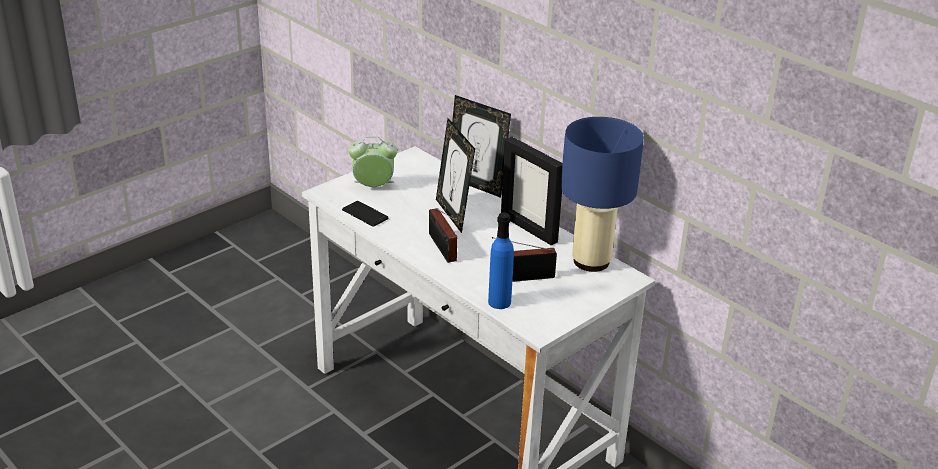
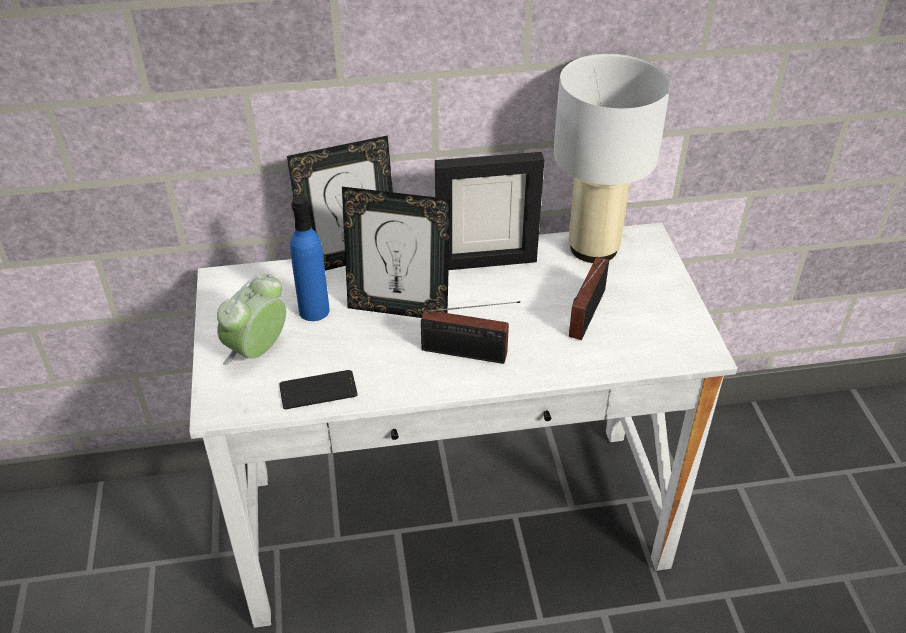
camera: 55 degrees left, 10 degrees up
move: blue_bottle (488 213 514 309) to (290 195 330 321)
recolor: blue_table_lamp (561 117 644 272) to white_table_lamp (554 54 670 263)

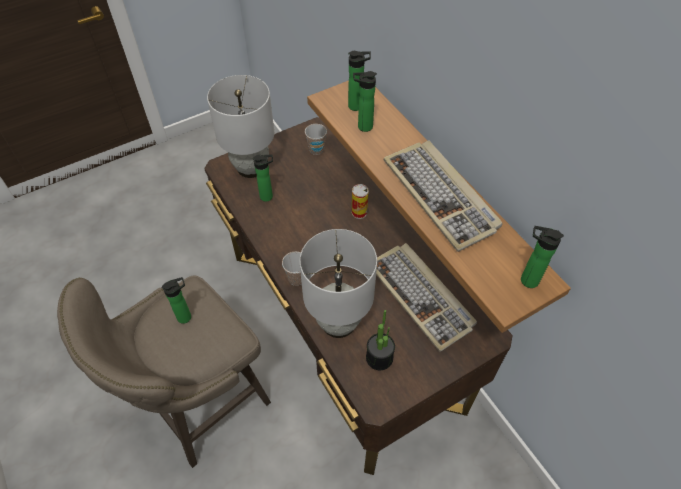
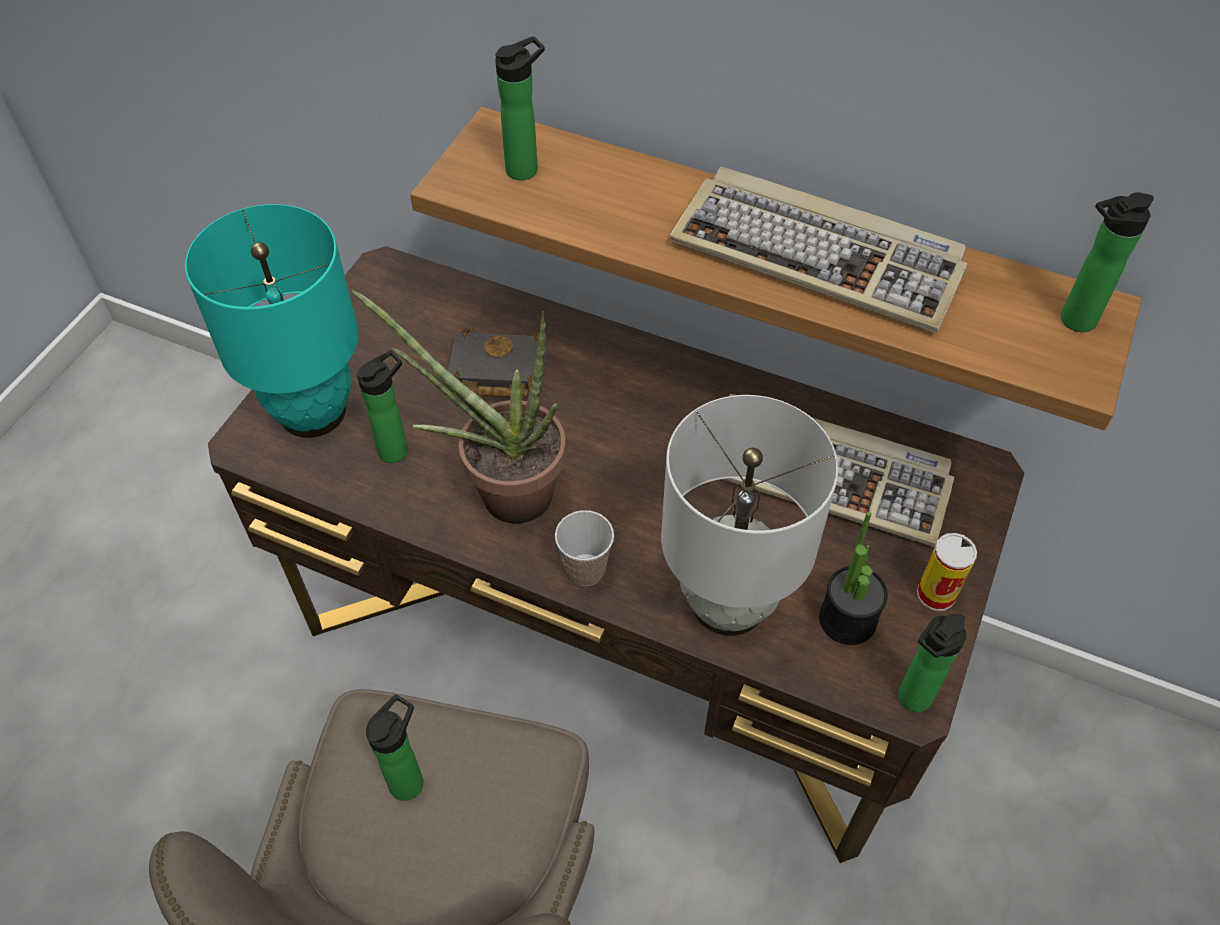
camera: 35 degrees left, 0 degrees up
delete: cup (305 124 327 155)
insert: potted_plant (352 290 566 524); black_book (448 328 548 398)
move: bottle (353 71 377 132) to (898 614 966 712); can (352 184 369 219) to (917 533 977 611)
recolor: white_table_lamp (207 75 274 178) to turquoise_table_lamp (185 204 359 438)

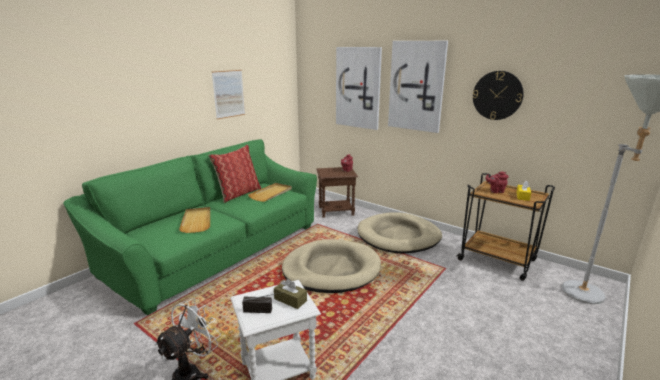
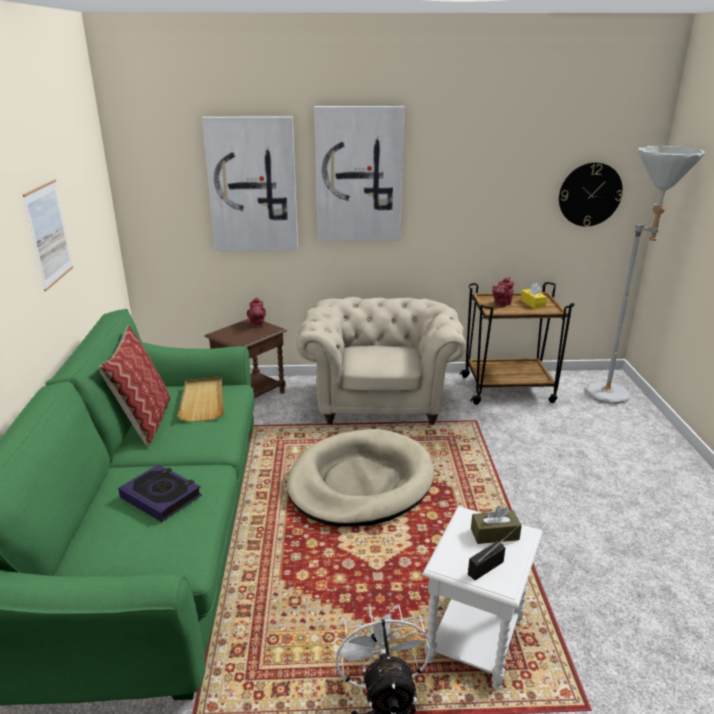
camera: 40 degrees left, 5 degrees up
move: wall_clock (473 71 524 120) to (559 162 623 226)
replace: beige_tray (179 207 210 233) to book (118 464 202 522); beige_dog_bed (358 212 442 254) to beige_armchair (296 297 466 425)

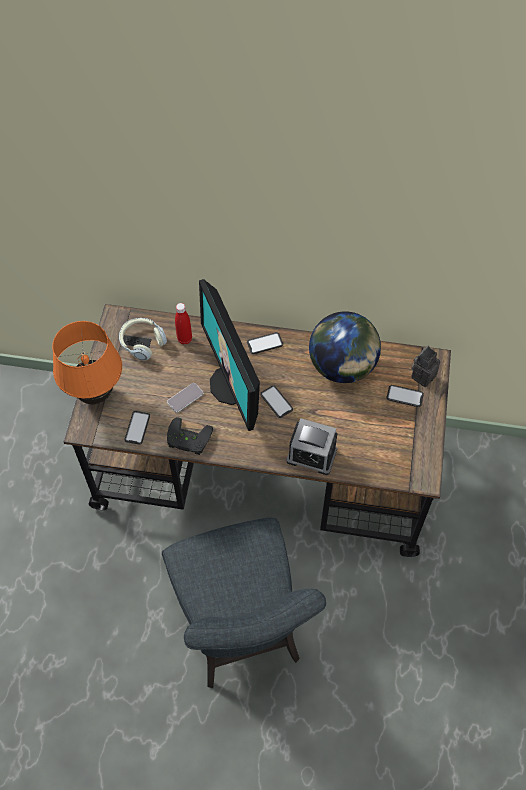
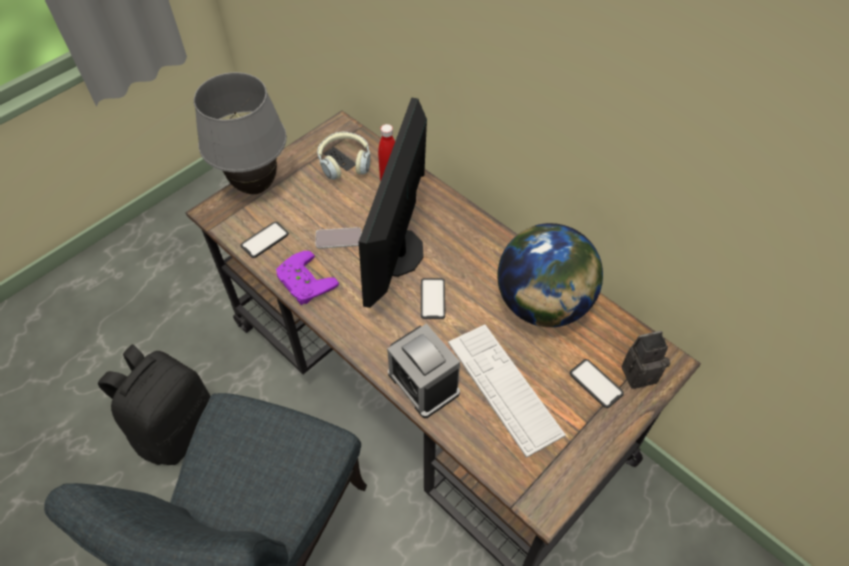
camera: 35 degrees right, 5 degrees down
delete: phone (247 332 283 354)
insert: black_backpack (98 344 211 465); keyboard (448 325 566 458)
recolor: orange_table_lamp (52 321 122 404) to grey_table_lamp (194 72 287 194); black_game_controller (167 417 213 455) to purple_game_controller (276 251 339 305)

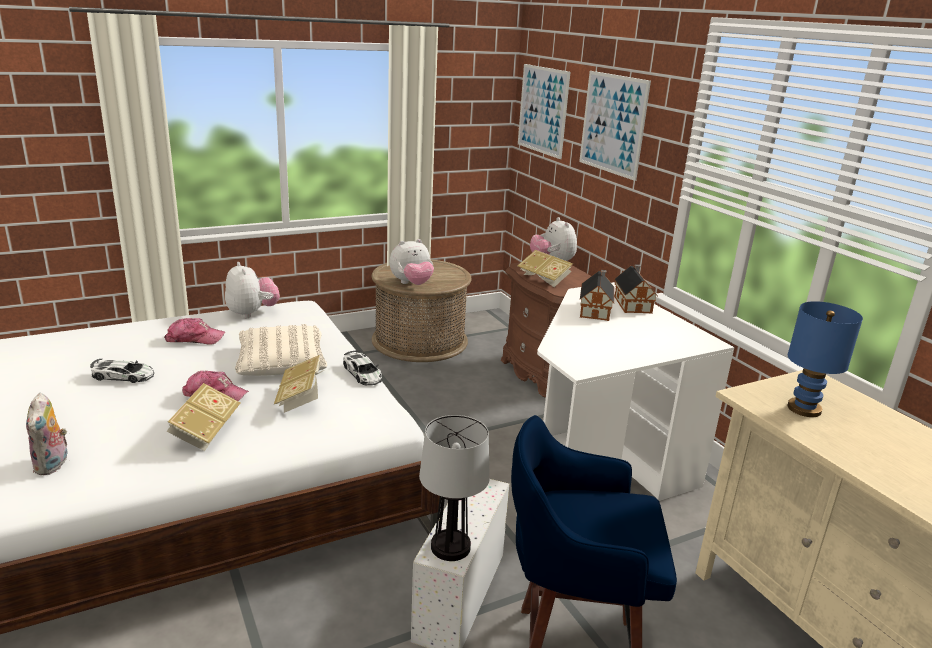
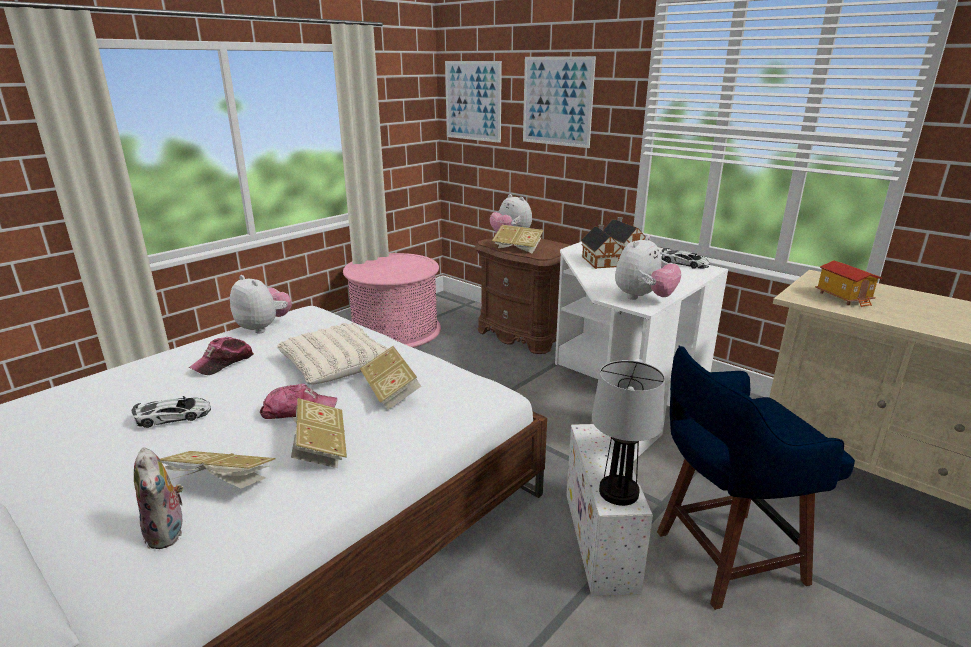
camera: 20 degrees left, 0 degrees up
insert: book (160 451 276 488)
move: plush_toy (390 239 434 285) to (615 236 682 300); toy_car (343 350 382 386) to (661 248 710 269)
replace: blue_table_lamp (787 301 863 417) to toy_house (815 260 882 307)
recolor: brown_coffee_table (372 259 472 362) to pink_coffee_table (343 253 441 348)
rotate: cap (164 318 225 345) = (189 337 254 375) 150 degrees clockwise

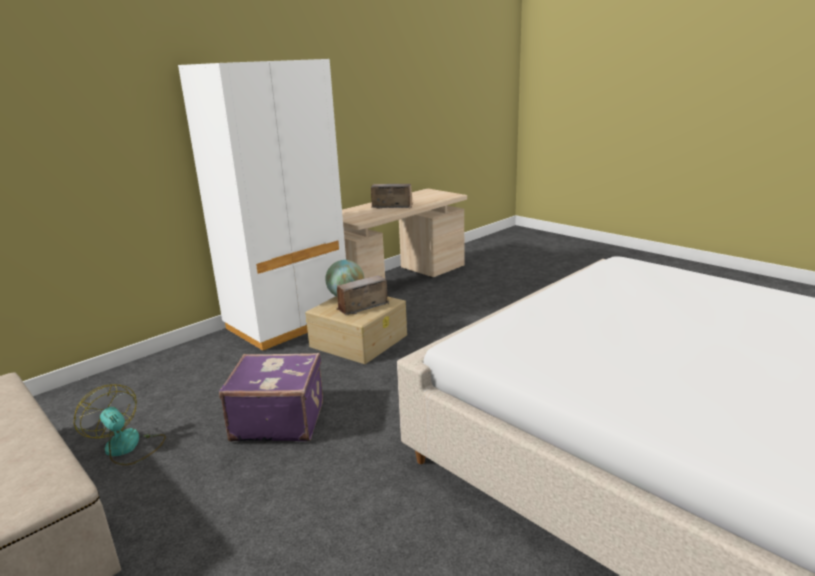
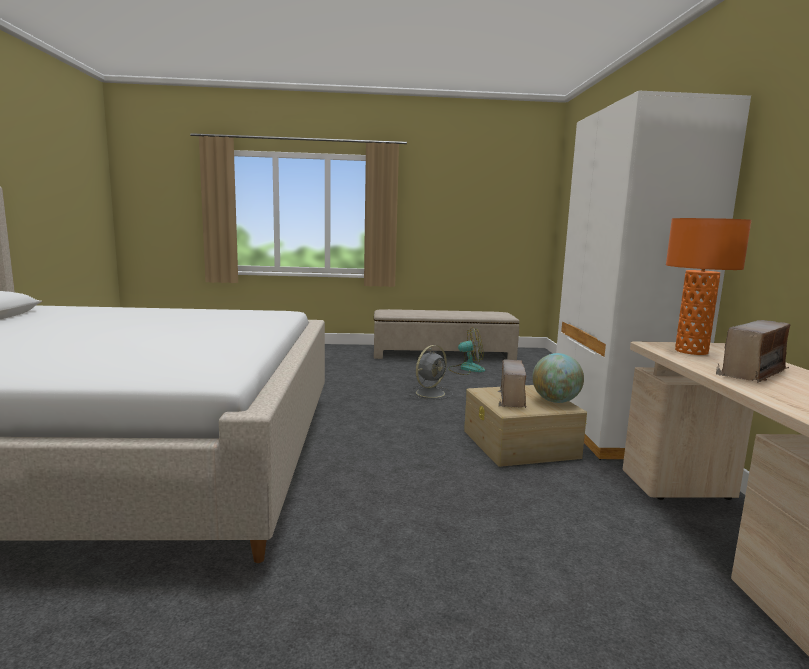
camera: 130 degrees right, 10 degrees down
insert: orange_table_lamp (666 218 751 355)
replace: purple_suitcase (219 353 323 442) to grey_fan (409 345 452 400)

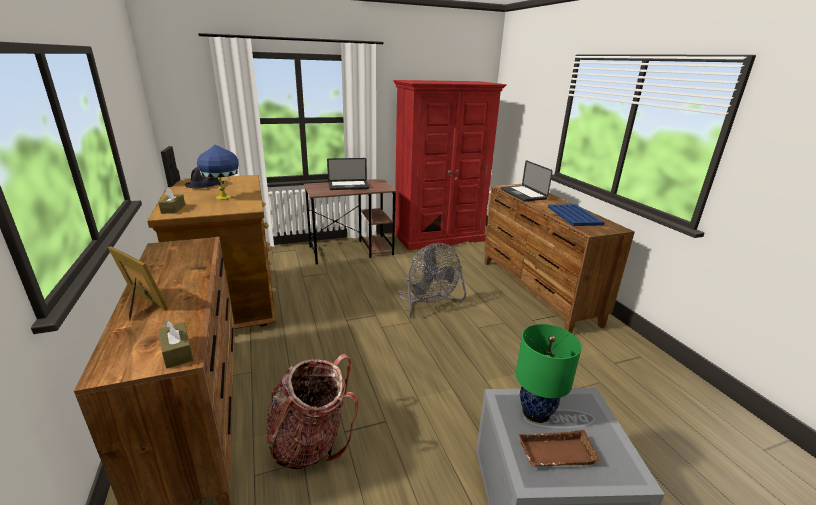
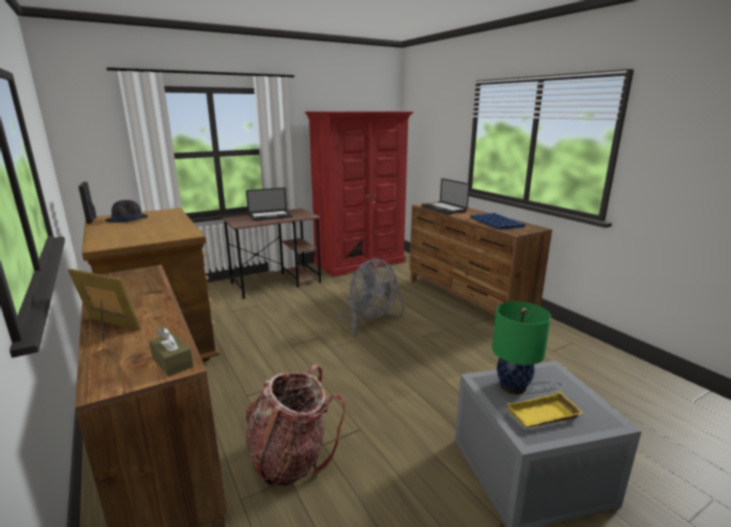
camera: 10 degrees left, 5 degrees down
delete: brown_tissue_box (158 188 185 214); blue_table_lamp (197 145 239 200)
recolor: brown_tray (519 430 601 466) to yellow_tray (507 392 584 428)

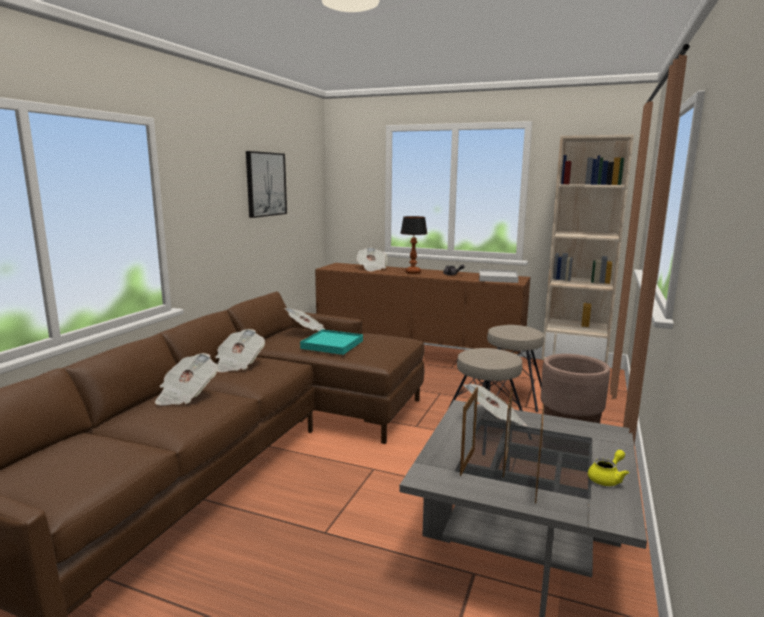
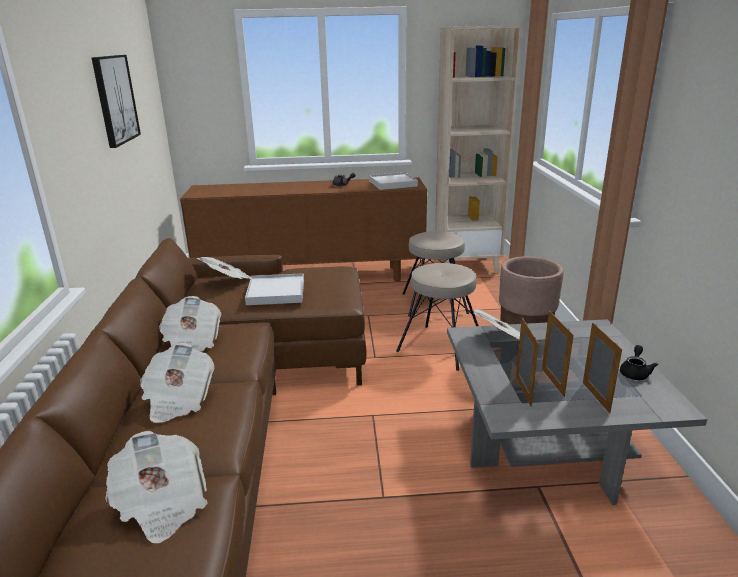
camera: 25 degrees left, 10 degrees up
delete: table_lamp (400 216 427 274)
move: newspaper (356 247 387 271) to (105 431 207 543)
recolor: turquoise_tray (300 329 363 355) to white_tray (245 273 304 305); yellow_teapot (588 450 629 486) to black_teapot (620 345 658 380)

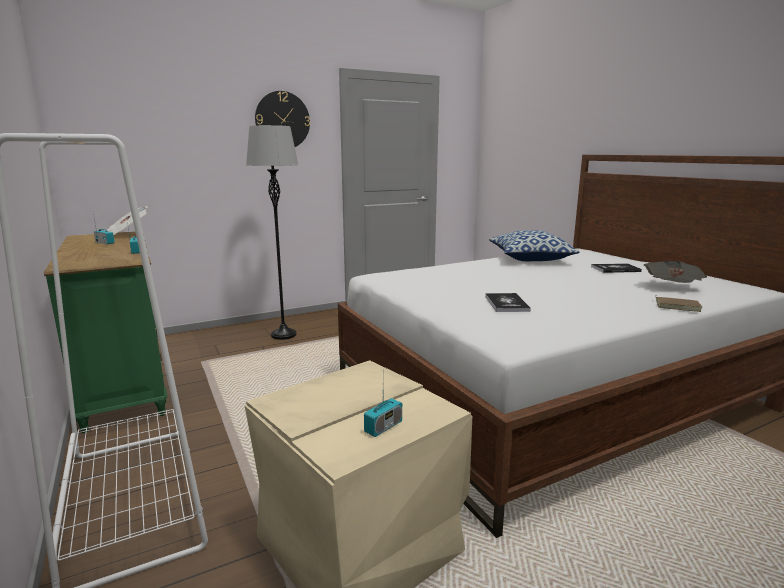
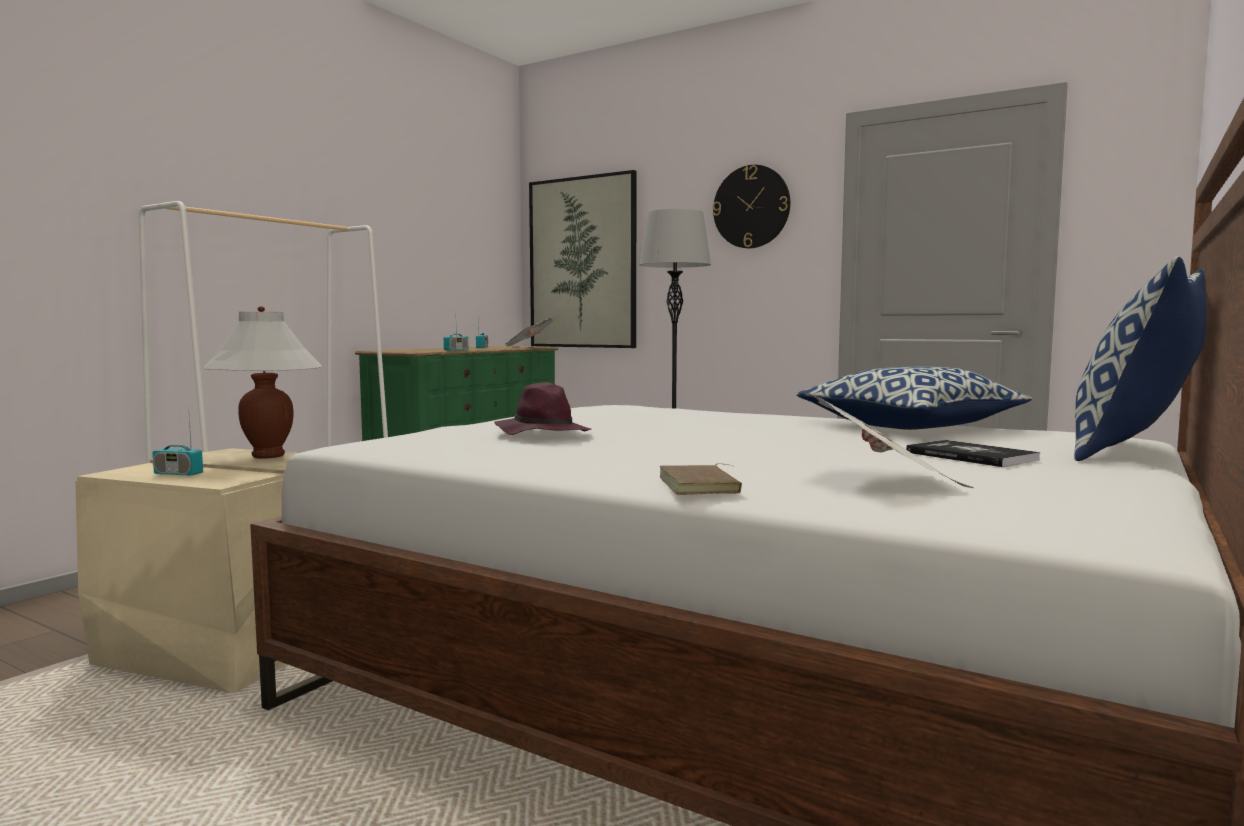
camera: 60 degrees right, 10 degrees down
insert: white_table_lamp (203 306 323 458); picture (529 170 637 348); pillow (1074 256 1207 461)
replace: book (485 293 531 312) to purple_hat (494 382 592 435)

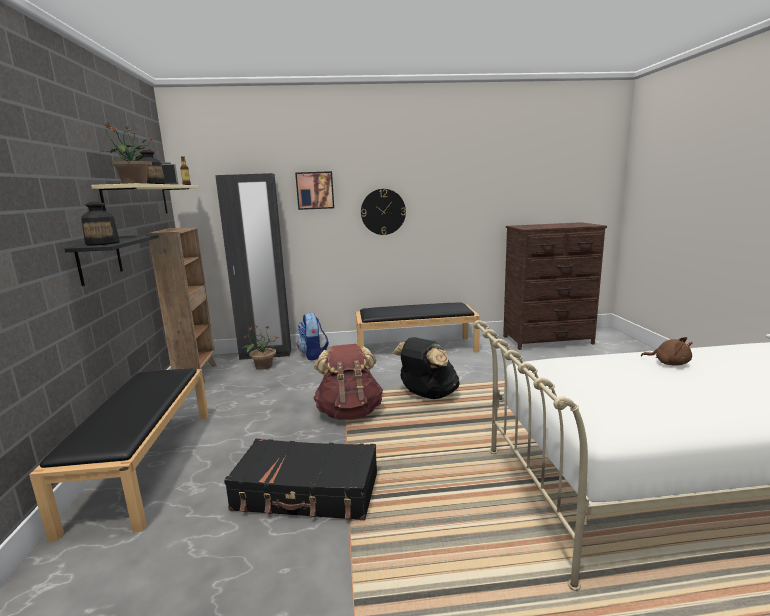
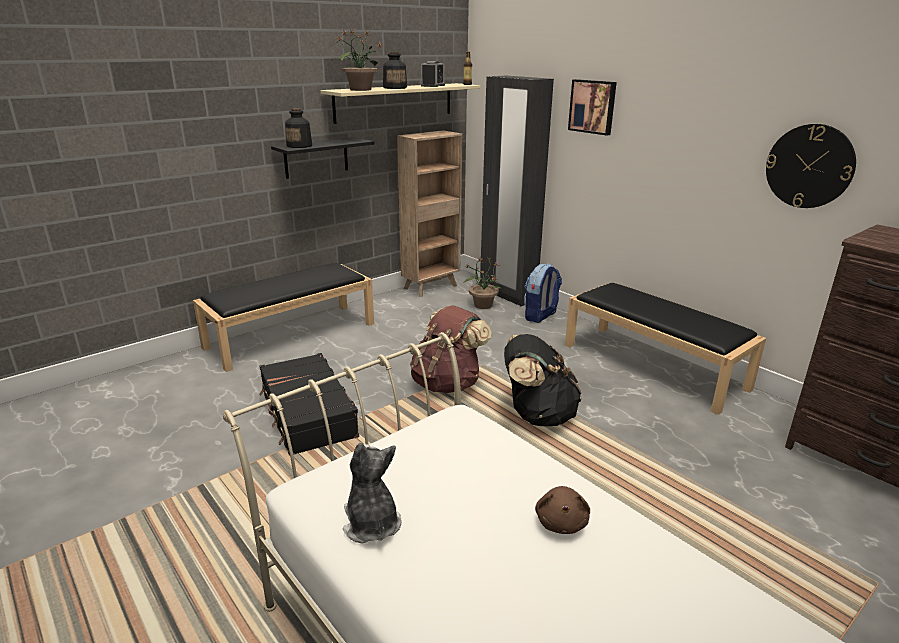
camera: 55 degrees right, 10 degrees up
insert: plush_toy (343 443 402 544)
move: wall_clock (361 189 406 235) to (766 124 856 208)

